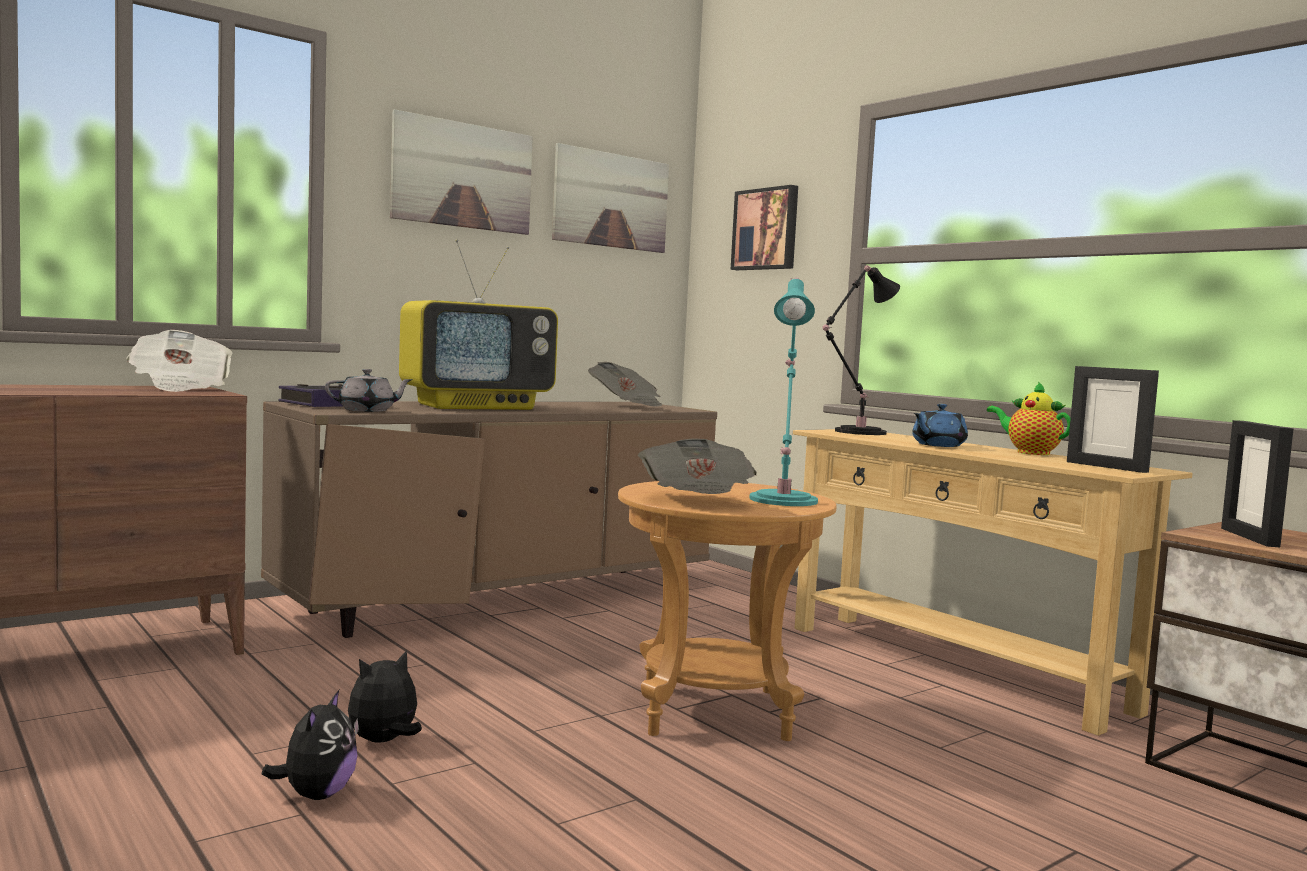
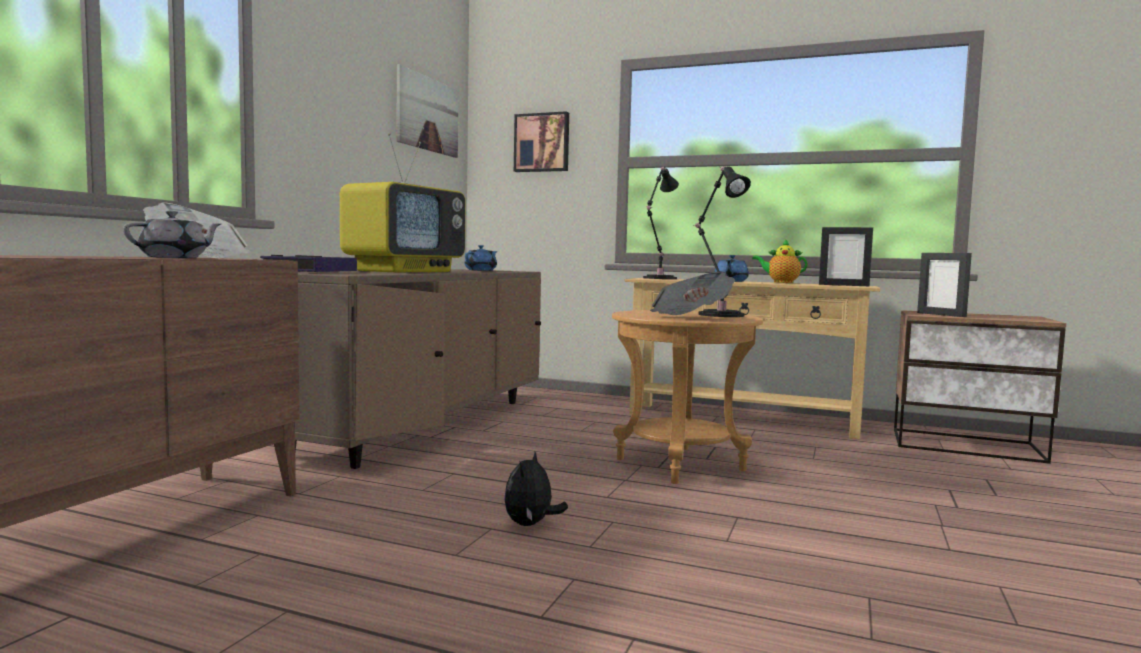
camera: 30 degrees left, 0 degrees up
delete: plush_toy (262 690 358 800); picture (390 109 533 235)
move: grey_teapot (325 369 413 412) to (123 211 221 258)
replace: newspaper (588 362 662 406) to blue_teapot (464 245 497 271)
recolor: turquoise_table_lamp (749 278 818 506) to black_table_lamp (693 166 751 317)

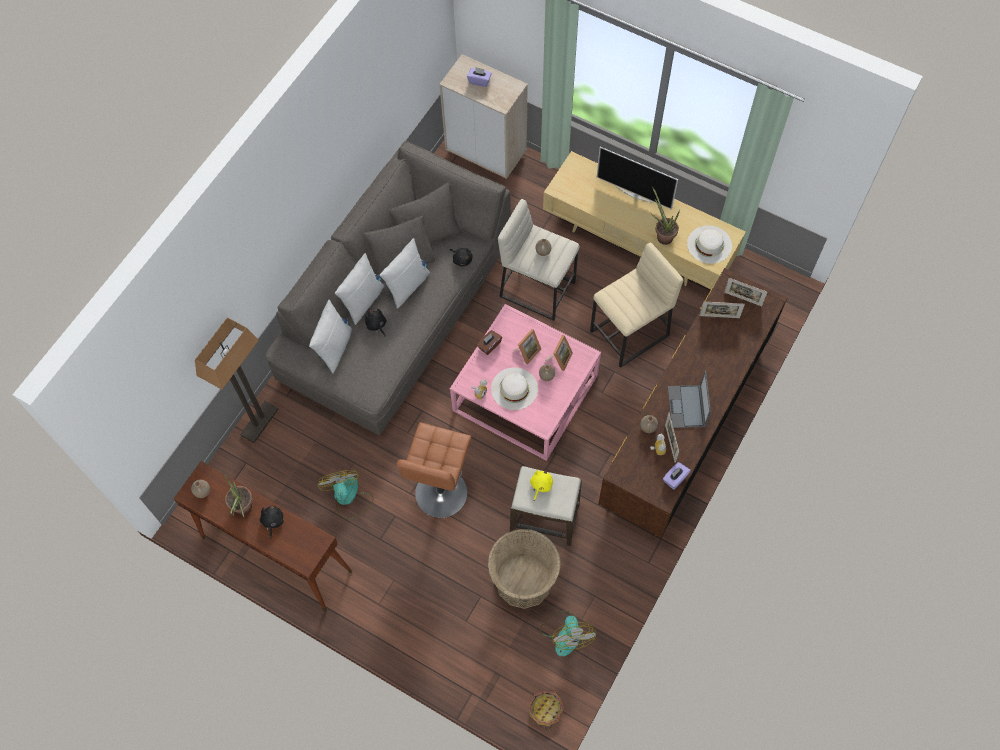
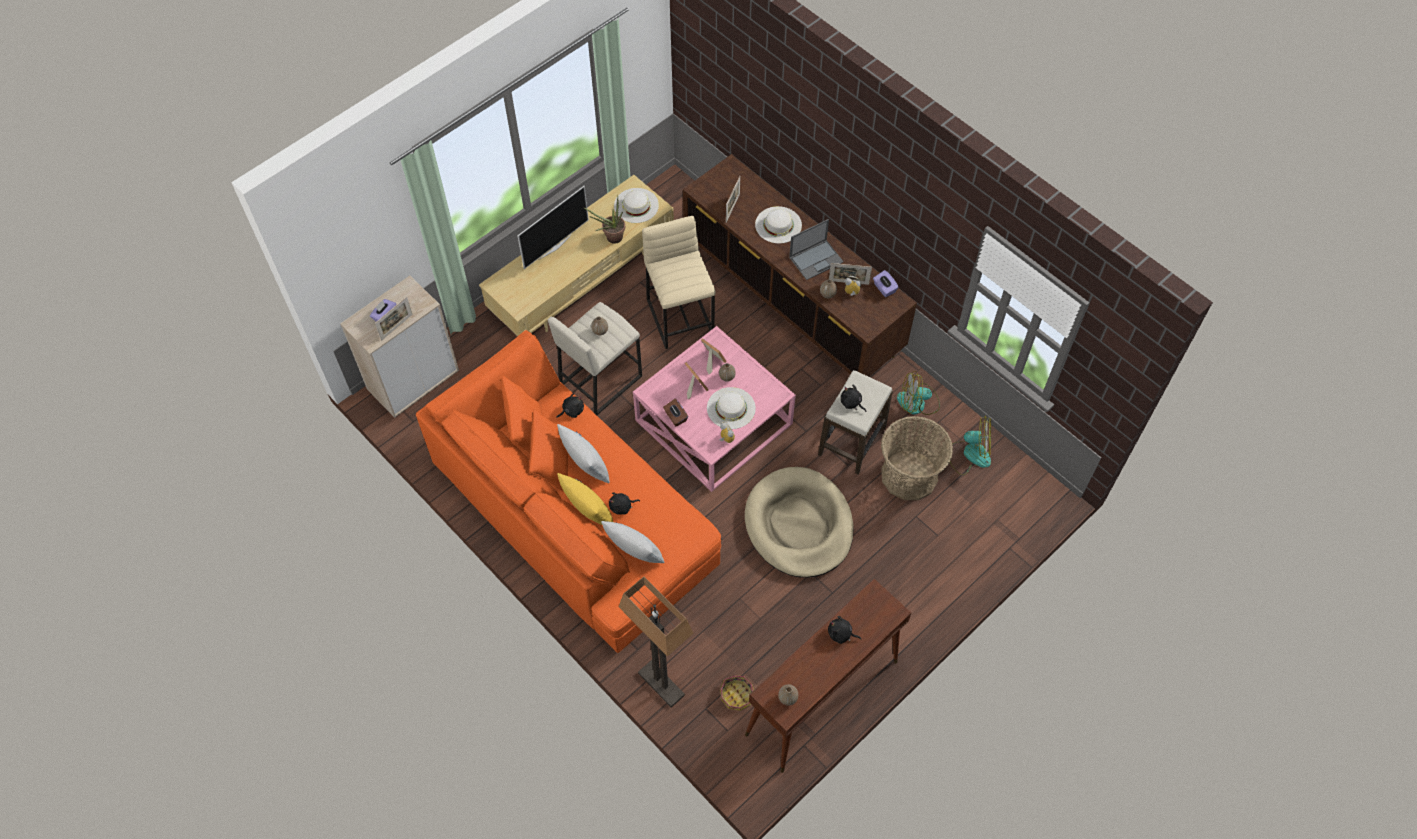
camera: 75 degrees left, 5 degrees down
delete: potted_plant (224 475 253 517)
insert: white_hat (755 206 802 243)
move: picture_frame (724 278 767 306) to (375 297 413 341); basket (529 691 564 731) to (720 676 754 711); fan (317 470 374 519) to (897 371 940 415)
replace: brown_stool (396 422 471 518) to beige_dog_bed (745 467 854 578)
recolor: grey_sofa (265 141 511 435) to orange_sofa (416 330 721 653); grey_pillow (334 253 384 325) to yellow_pillow (557 473 613 525); yellow_plush_toy (530 469 553 500) to black_plush_toy (841 384 866 412)
rotate: laptop (668 370 711 428) = (789 219 844 280) 45 degrees counterclockwise

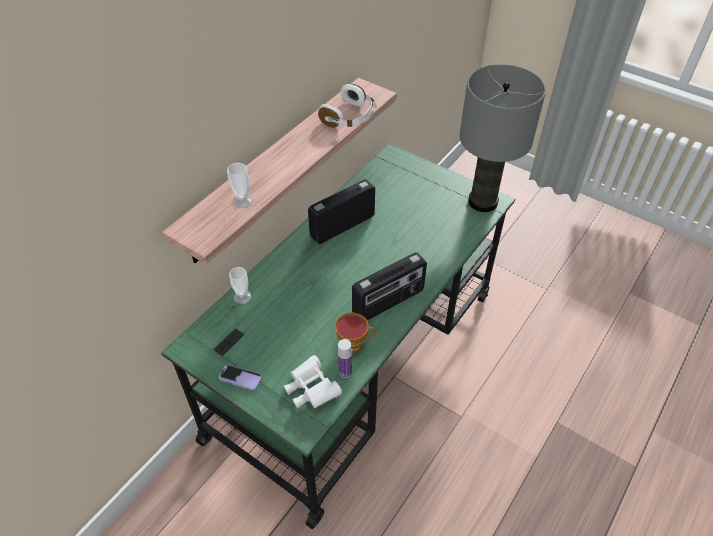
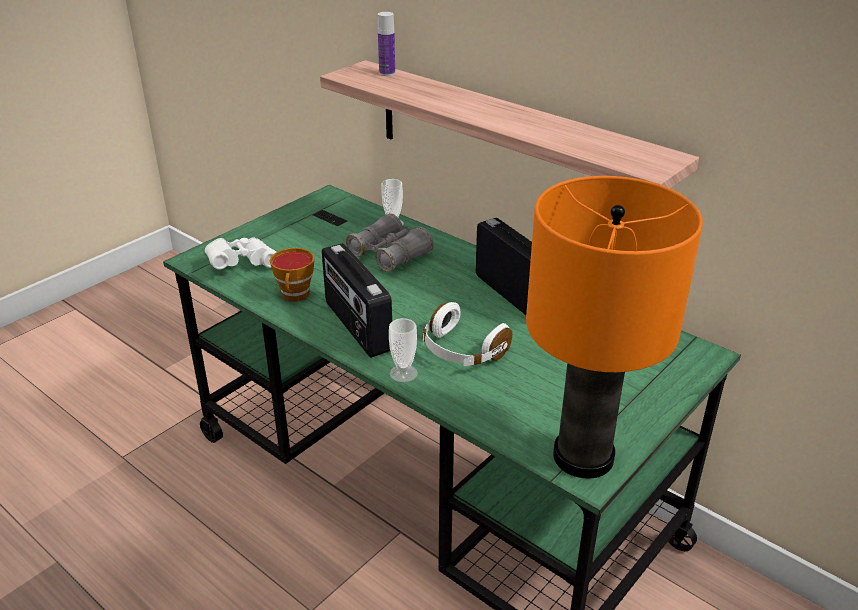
camera: 95 degrees right, 15 degrees down
delete: phone (219 364 262 390)
insert: grey_binoculars (346 213 434 272)
move: bottle (338 339 352 378) to (378 12 395 76); cup (227 163 253 208) to (389 318 418 383); white_headphones (318 84 377 128) to (423 302 512 366)
recolor: grey_table_lamp (459 64 546 212) to orange_table_lamp (526 176 703 478)

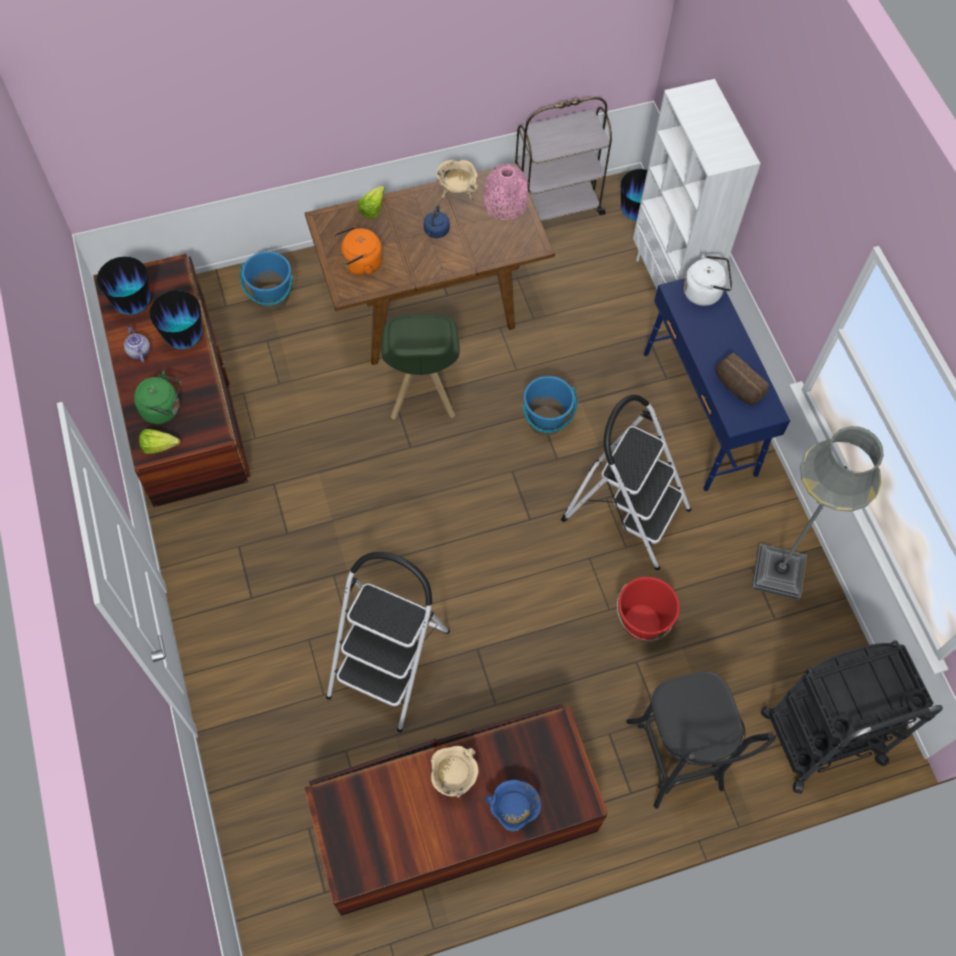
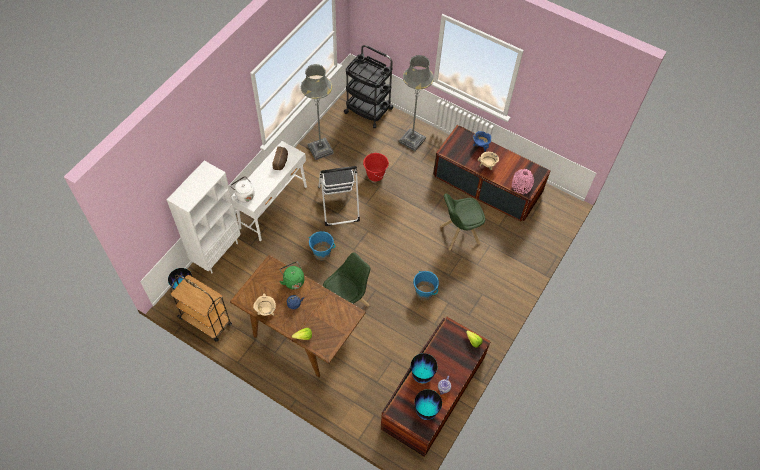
camera: 130 degrees left, 5 degrees down
delete: orange_kettle (334 226 383 276)
move: green_kettle (134 371 181 424) to (280 261 304 289); blue_bucket (240 251 293 310) to (413 271 439 300); pink_vase (484 164 529 220) to (512 169 534 194)
replace: black_stool (626 671 777 809) to grey_floor_lamp (399 55 434 151); step_ladder (326 552 450 732) to green_chair (440 193 485 251)
recolor: grey_cart (515 97 612 222) to brown_cart (170 274 232 342); blue_console_table (644 278 790 491) to white_console_table (231 141 307 241)

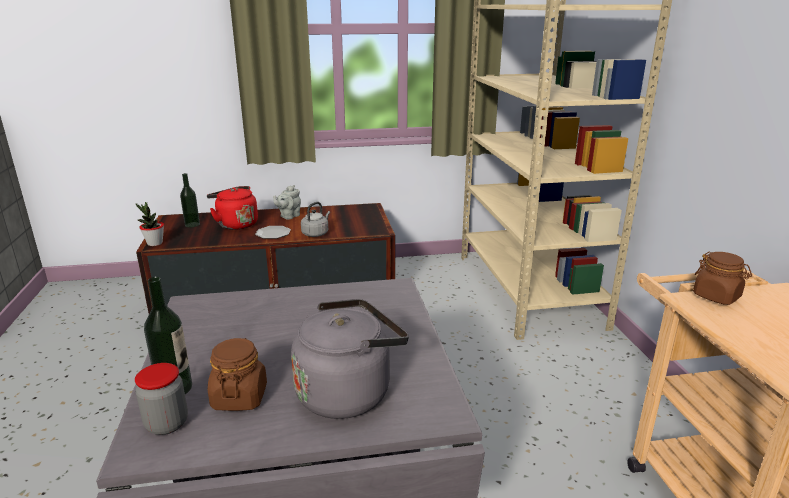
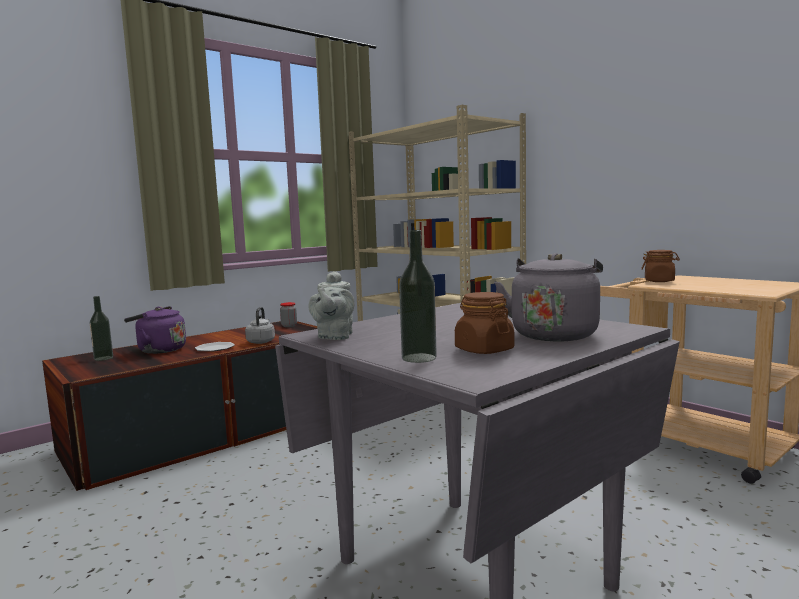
camera: 30 degrees left, 15 degrees down
delete: potted_plant (136 202 164 246)
move: jar (135 363 188 435) to (280 302 297 327); grey_teapot (273 185 301 219) to (309 271 355 340)
recolor: red_kettle (207 186 258 230) to purple_kettle (124 306 186 354)

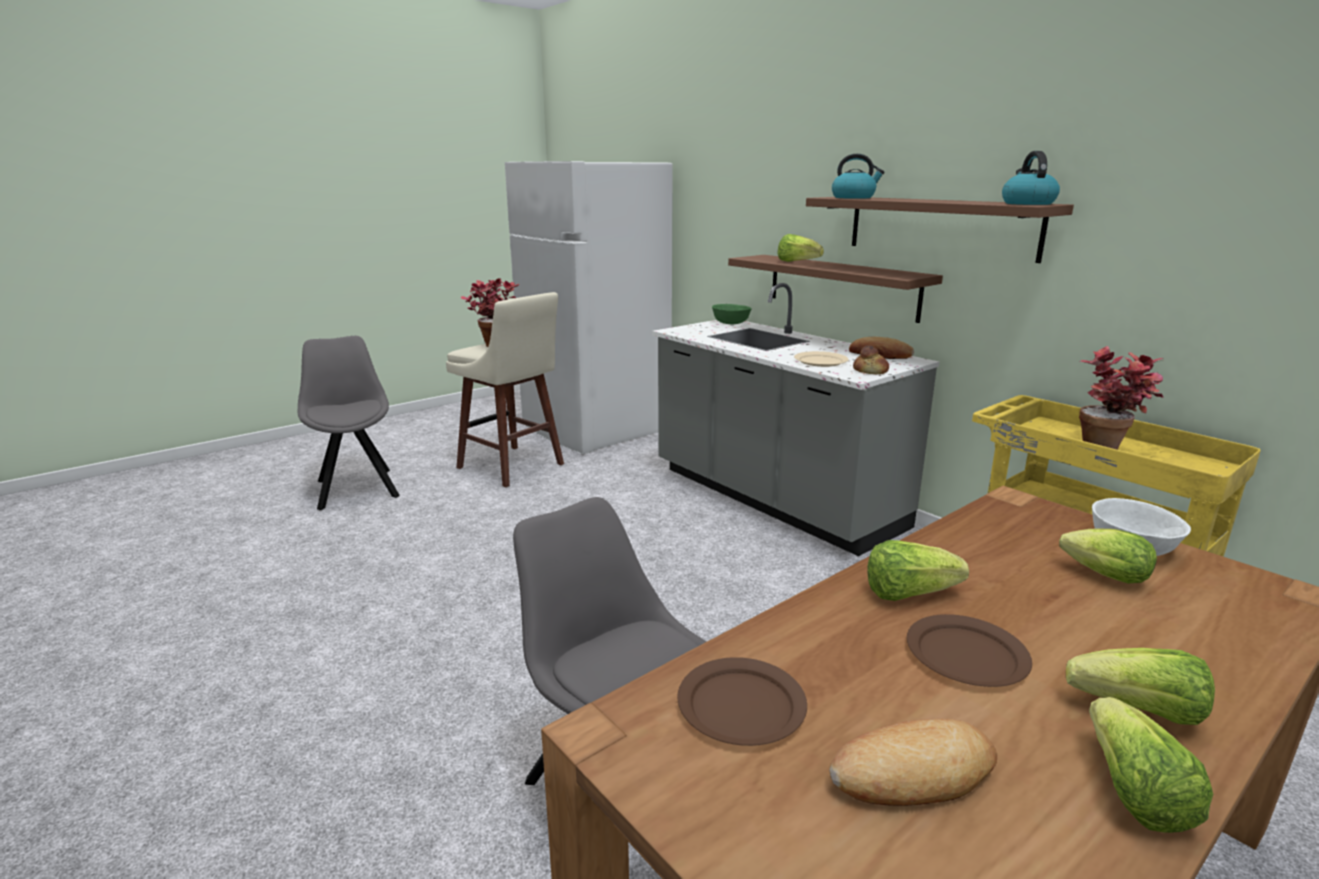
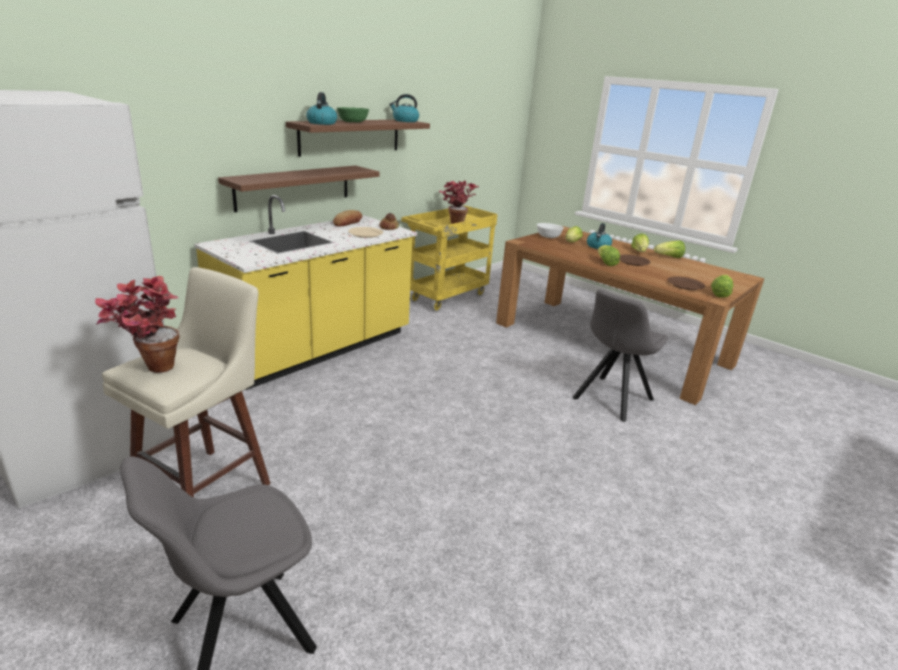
camera: 100 degrees left, 5 degrees up
delete: bread (829 719 997 806)
insert: kettle (587 223 612 249)
move: green_bowl (712 304 752 325) to (337 107 369 122); lettuce (777 234 824 262) to (711 275 733 298)
recolor: grey_counter (652 283 939 556) to yellow_counter (194 195 417 390)

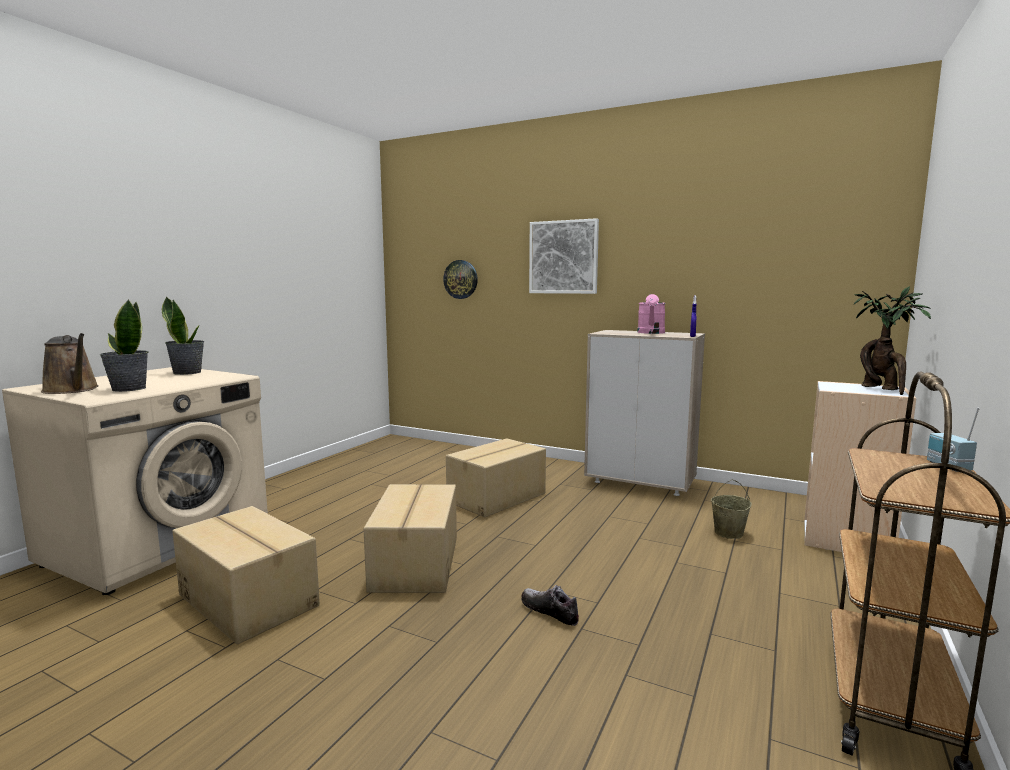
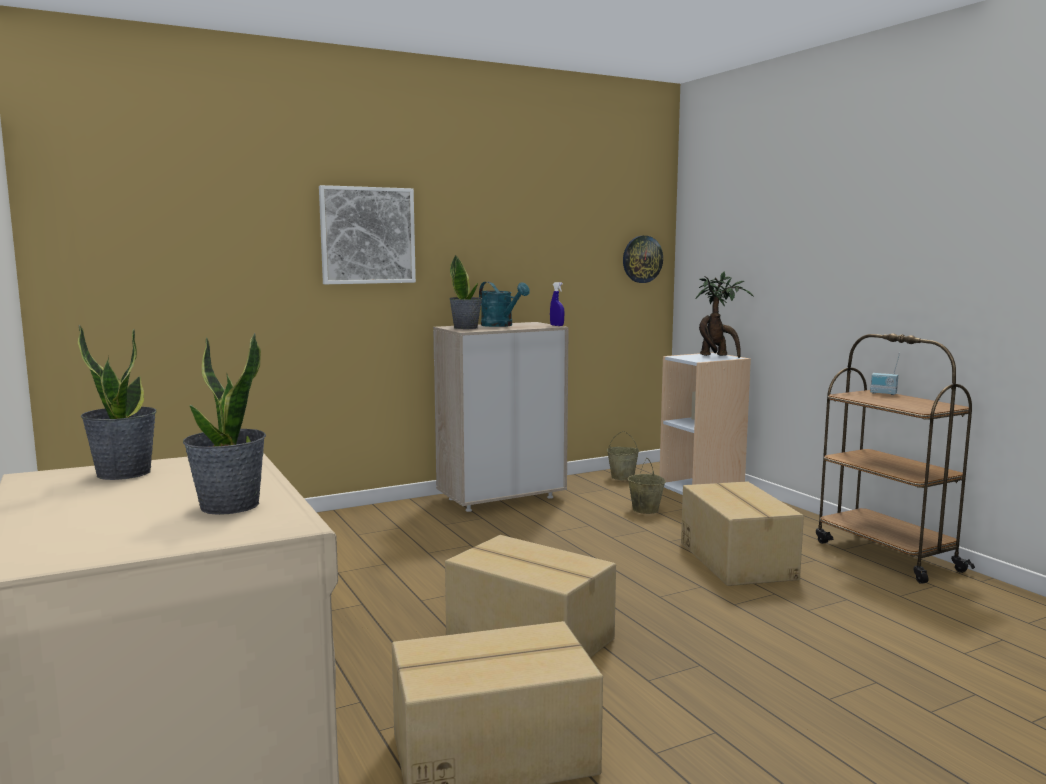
camera: 55 degrees left, 0 degrees up
delete: brown_watering_can (41 333 99 394); shoe (521 585 579 626)
insert: potted_plant (449 255 483 329); beige_bucket (607 431 639 480)
move: wall_clock (443 260 478 299) to (623 236 663 283); cardboard_box (446 438 546 517) to (681 481 804 586)
recolor: pink_watering_can (637 294 666 334) to turquoise_watering_can (479 282 530 327)

